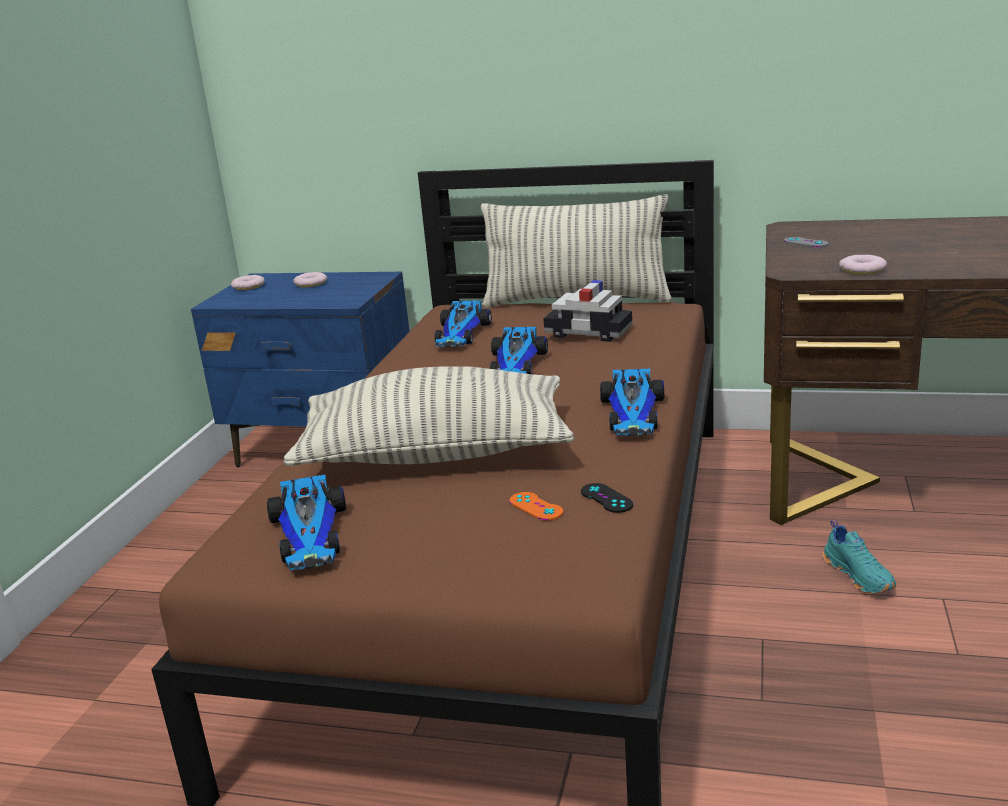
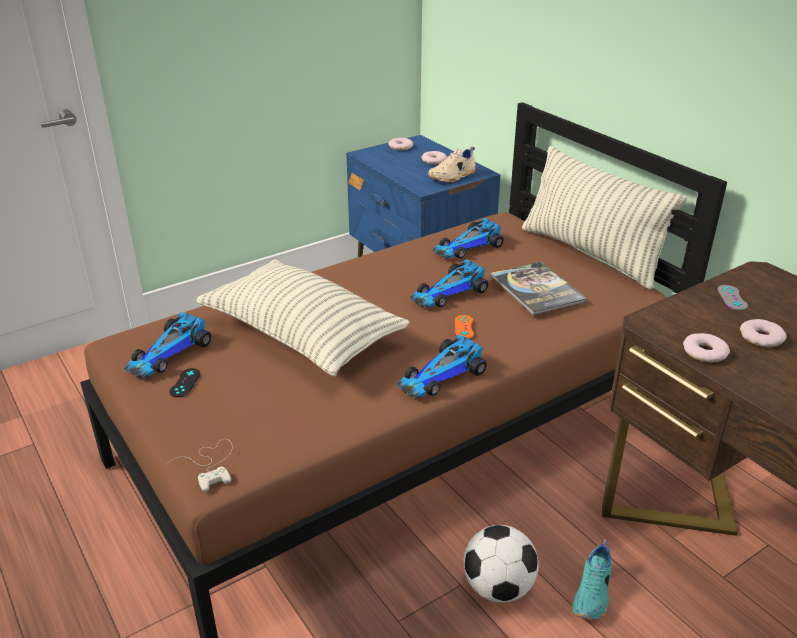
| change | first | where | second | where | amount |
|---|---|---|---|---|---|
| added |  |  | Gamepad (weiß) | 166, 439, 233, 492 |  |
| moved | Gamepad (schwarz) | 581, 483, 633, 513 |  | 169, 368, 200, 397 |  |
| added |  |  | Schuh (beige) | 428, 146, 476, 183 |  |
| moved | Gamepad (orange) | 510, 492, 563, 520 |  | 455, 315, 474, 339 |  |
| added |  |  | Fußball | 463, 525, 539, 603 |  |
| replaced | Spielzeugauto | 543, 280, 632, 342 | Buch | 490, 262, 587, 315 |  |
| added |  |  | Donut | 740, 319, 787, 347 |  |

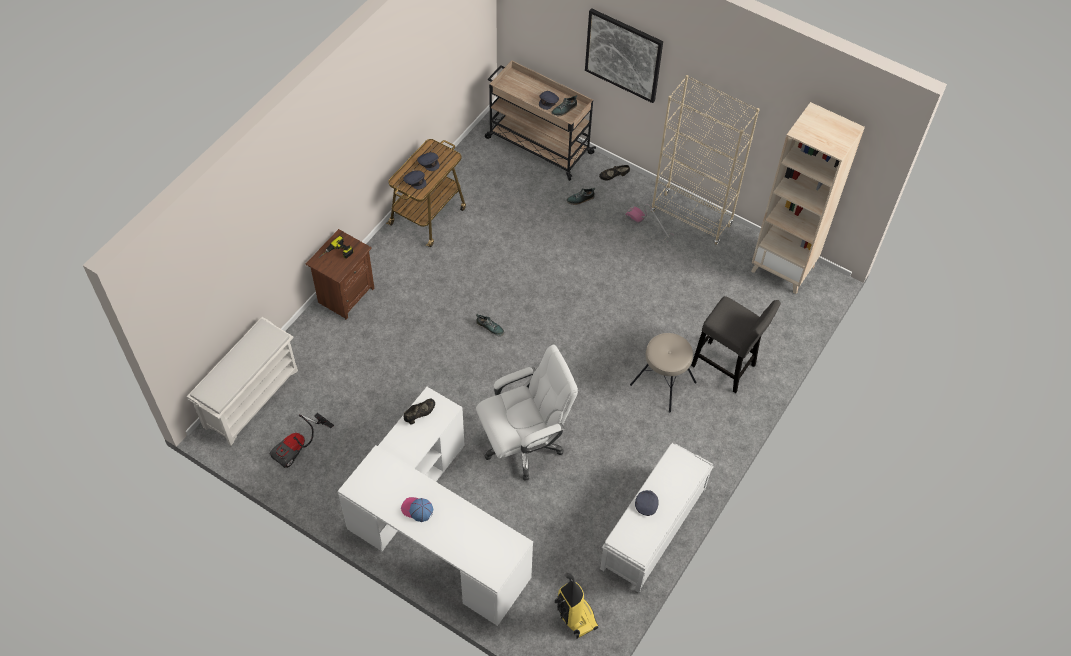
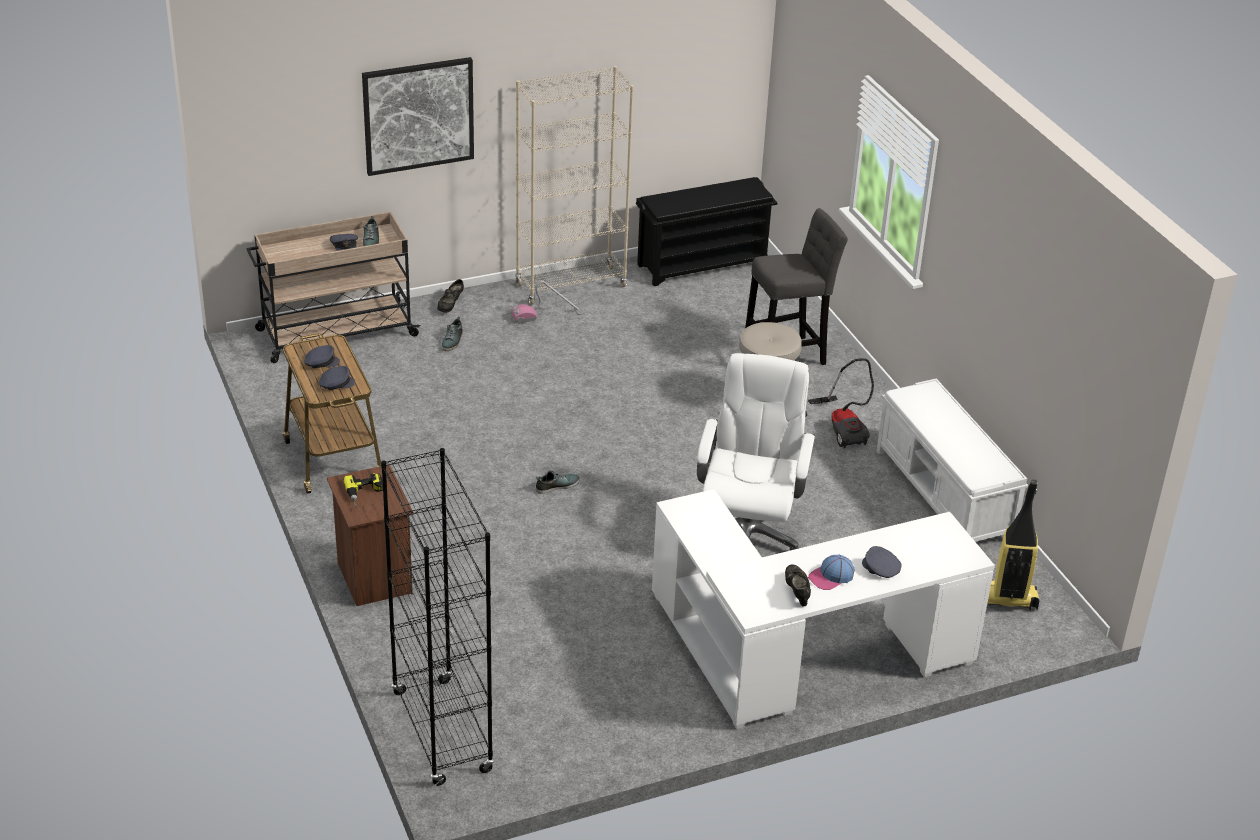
| change | first | where | second | where | amount |
|---|---|---|---|---|---|
| replaced | Schuhregal (weiß) | 187, 317, 298, 446 | Bücherregal (schwarz) | 381, 448, 494, 786 |  |
| replaced | Bücherregal (beige) | 751, 102, 865, 294 | Schuhregal (schwarz) | 636, 177, 777, 286 |  |
| moved | Schuh (schwarz) | 404, 399, 435, 425 |  | 785, 564, 811, 606 |  |
| moved | Staubsauger | 270, 413, 334, 469 |  | 808, 358, 874, 448 |  |
| moved | Kappe (grau) | 635, 490, 659, 516 |  | 862, 546, 902, 578 |  |

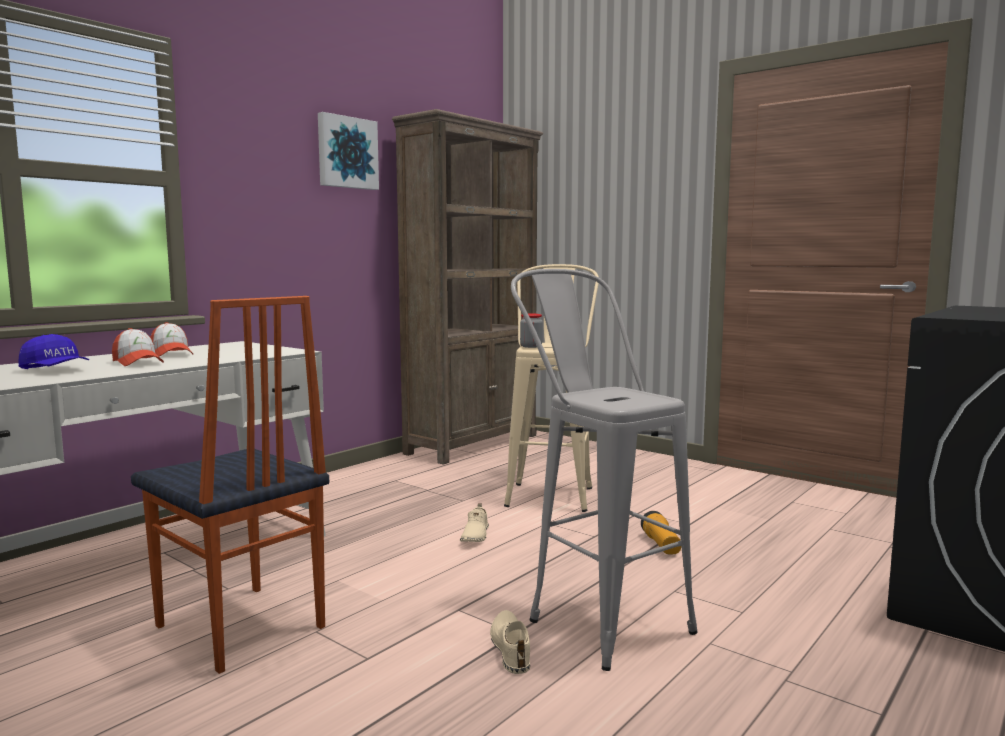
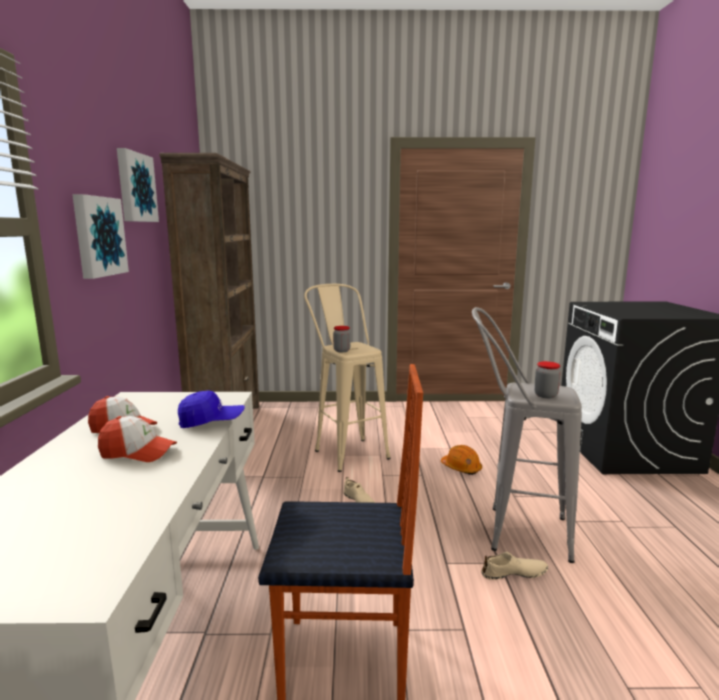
| change | first | where | second | where | amount |
|---|---|---|---|---|---|
| added |  |  | Bild | 72, 194, 129, 279 |  |
| moved | Kappe (blau) | 19, 334, 89, 369 |  | 178, 391, 245, 428 |  |
| replaced | Taschenlampe | 641, 511, 681, 555 | Schutzhelm (orange) | 441, 445, 482, 475 |  |
| turned | Schuh (beige) | 490, 610, 530, 674 |  | 481, 552, 548, 580 | 135 degrees clockwise |
| added |  |  | Vorratsglas | 534, 361, 561, 398 |  |

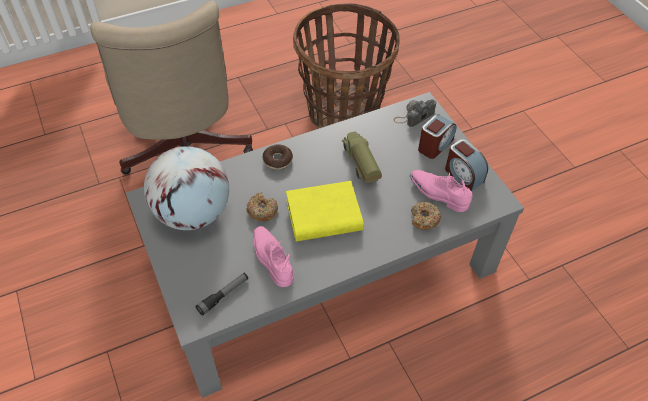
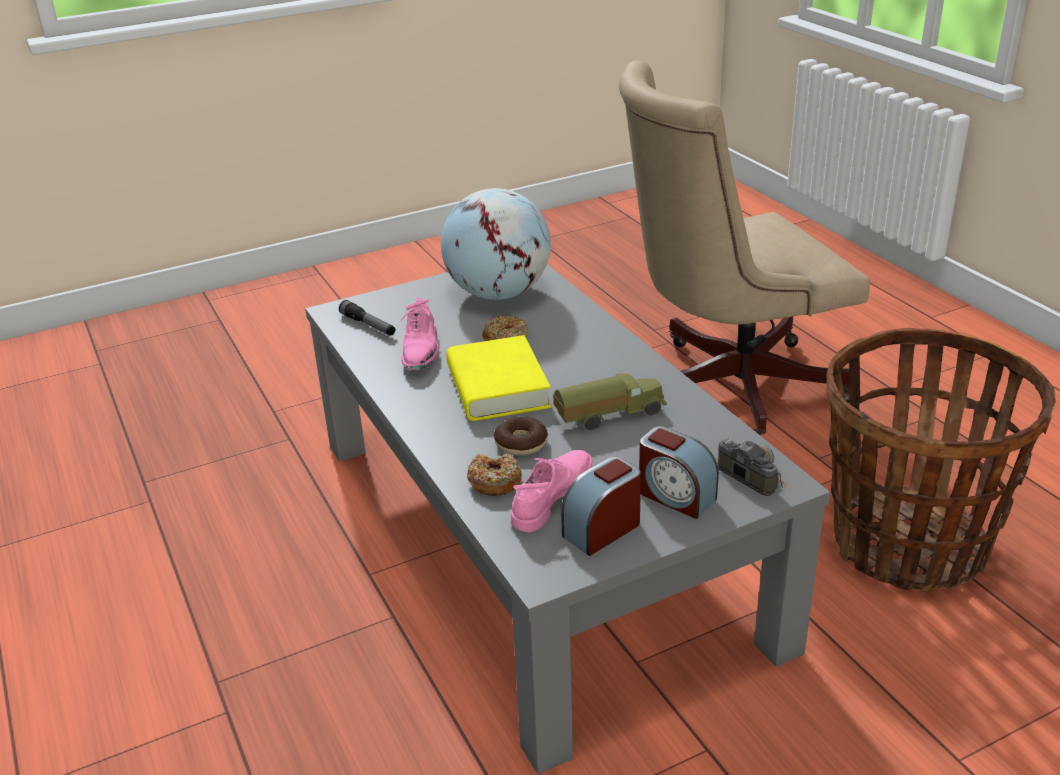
| change | first | where | second | where | amount |
|---|---|---|---|---|---|
| turned | Schuh (rosa) | 253, 226, 293, 287 |  | 401, 297, 439, 371 | 120 degrees clockwise |
| moved | Donut | 263, 144, 293, 170 |  | 494, 416, 548, 455 |  |

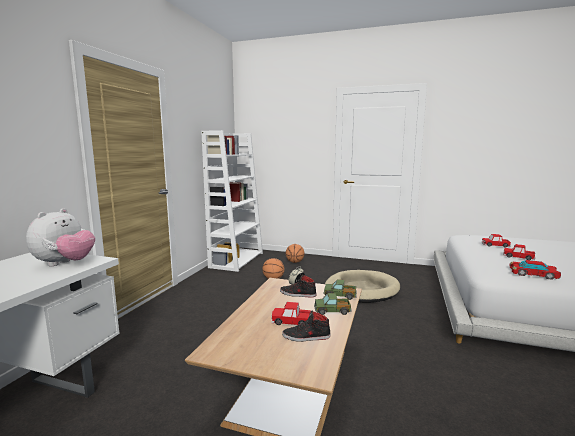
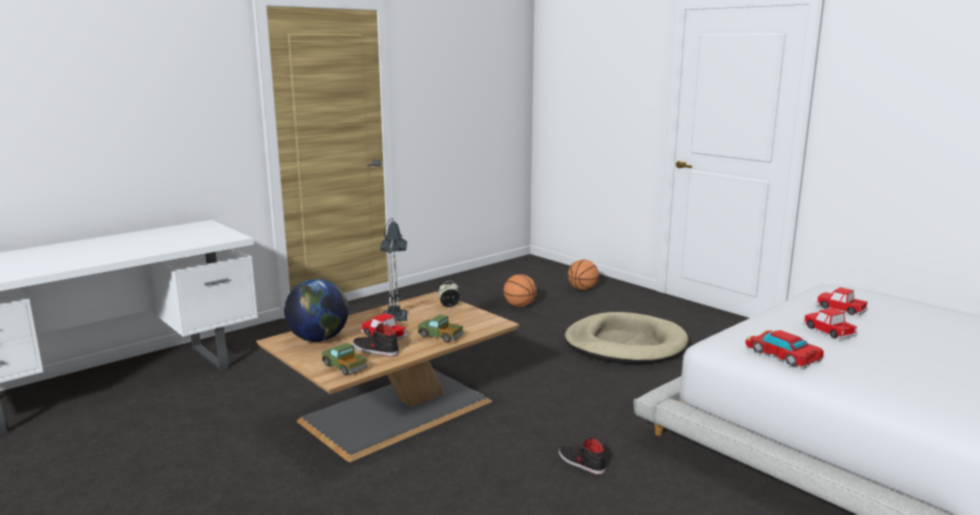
| change | first | where | second | where | amount |
|---|---|---|---|---|---|
| added |  |  | Globus | 284, 279, 349, 342 |  |
| moved | Spielzeuglaster | 323, 279, 357, 300 |  | 322, 343, 367, 375 |  |
| added |  |  | Tischlampe | 380, 218, 408, 321 |  |
| moved | Schuh (schwarz) | 280, 275, 317, 298 |  | 559, 437, 606, 475 |  |
| removed | Plüschtier | 26, 208, 95, 266 |  |  |  |
| removed | Bücherregal (weiß) | 201, 130, 263, 272 |  |  |  |

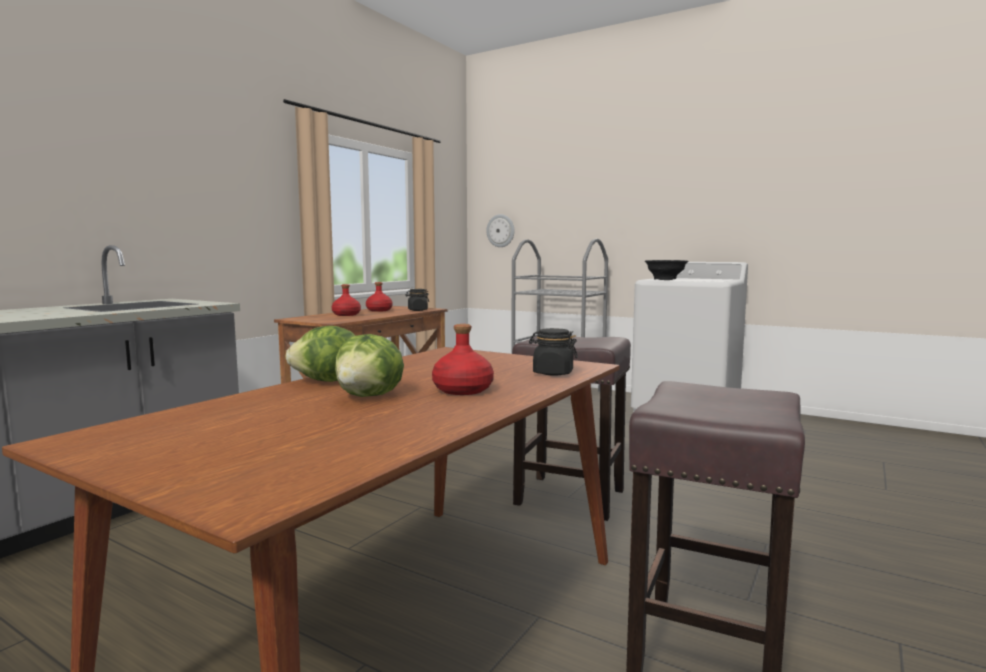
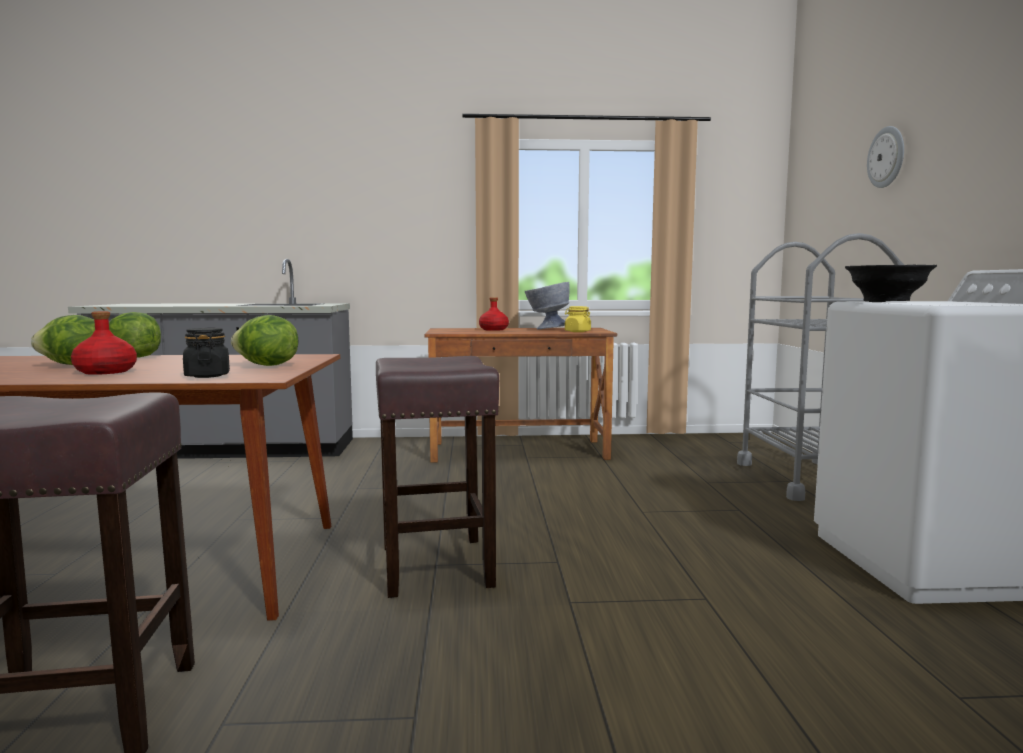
| change | first | where | second | where | amount |
|---|---|---|---|---|---|
| added |  |  | Salatkopf | 231, 315, 298, 366 |  |
| replaced | Flasche (rot) | 366, 282, 393, 312 | Schüssel (grau) | 525, 282, 570, 329 |  |
| recoloured | Vorratsglas (schwarz) | 405, 289, 429, 311 | Vorratsglas (gelb) | 565, 306, 591, 332 |  |
| moved | Wanduhr | 486, 214, 514, 247 |  | 867, 126, 904, 188 |  |

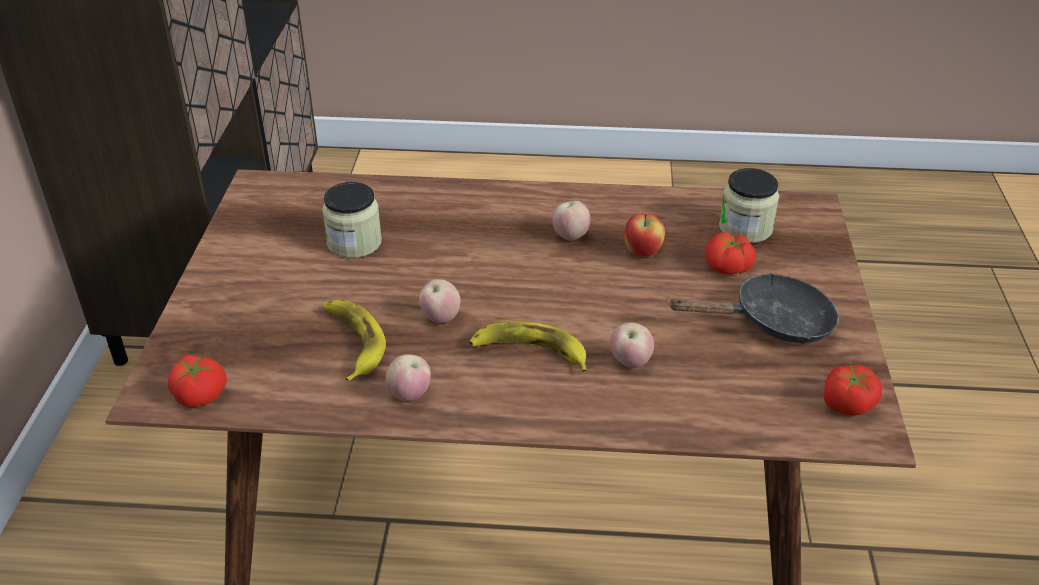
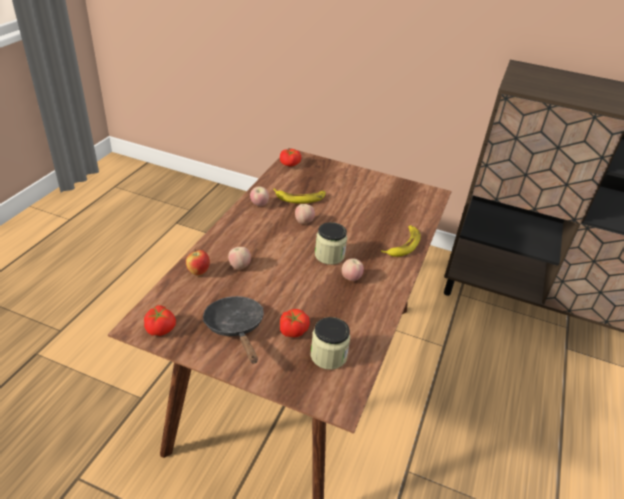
| change | first | where | second | where | amount |
|---|---|---|---|---|---|
| moved | Apfel | 624, 213, 665, 257 |  | 186, 249, 210, 276 |  |
| turned | Pfanne (schwarz) | 668, 273, 839, 343 |  | 203, 296, 264, 364 | 150 degrees clockwise |
| moved | Vorratsglas | 322, 182, 382, 258 |  | 315, 222, 347, 265 |  |
| moved | Banane | 469, 321, 587, 372 |  | 381, 225, 421, 257 |  |

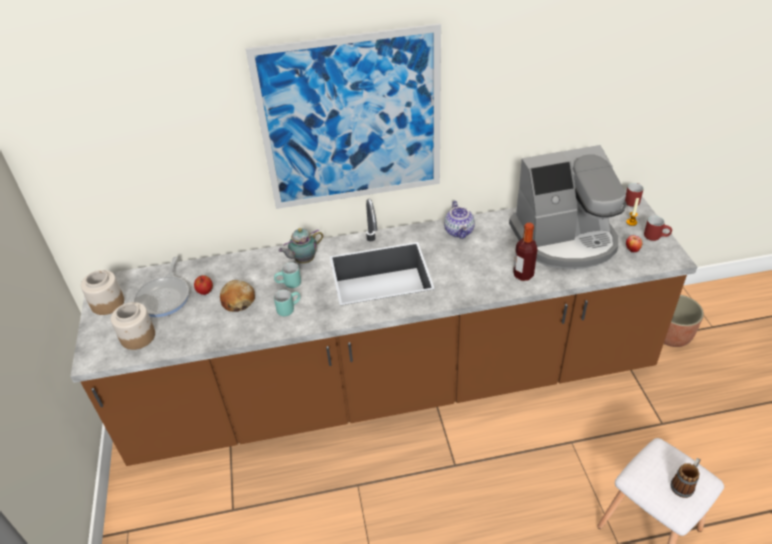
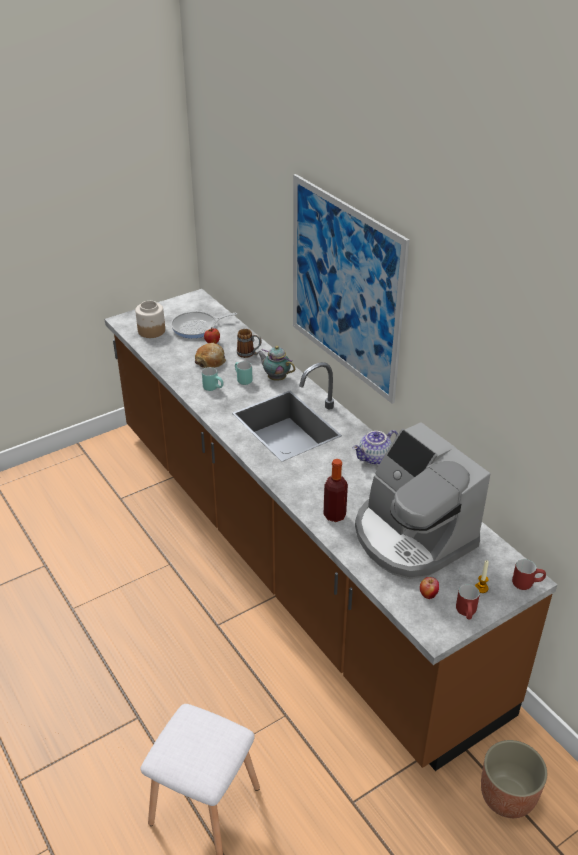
| change | first | where | second | where | amount |
|---|---|---|---|---|---|
| moved | Henkelbecher | 671, 458, 700, 498 |  | 237, 329, 262, 358 |  |
| removed | Vorratsglas | 81, 270, 124, 315 |  |  |  |

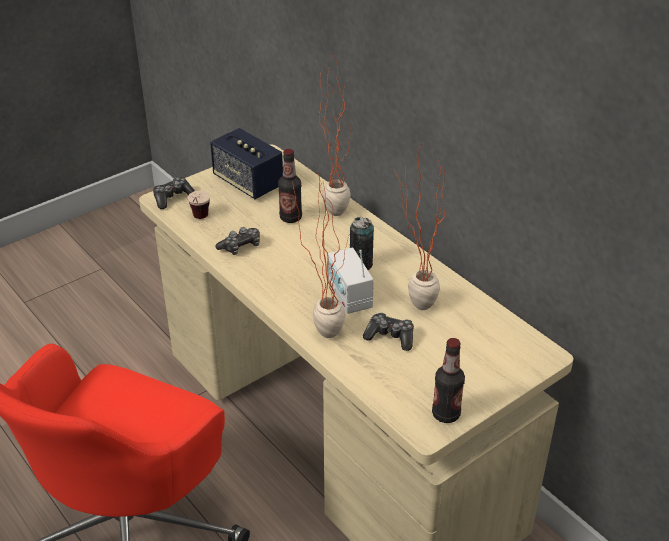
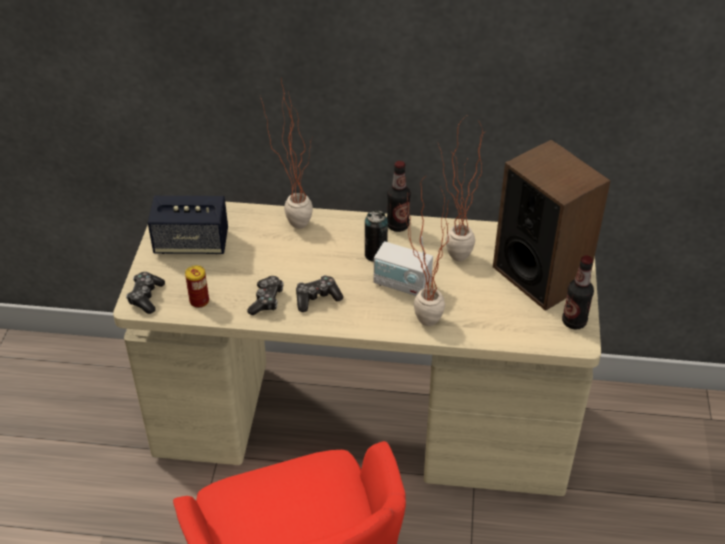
| change | first | where | second | where | amount |
|---|---|---|---|---|---|
| replaced | Tasse | 187, 191, 210, 219 | Dose | 185, 265, 209, 308 |  |
| moved | Gamepad | 363, 313, 414, 351 |  | 296, 275, 343, 312 |  |
| moved | Flasche | 278, 149, 302, 223 |  | 387, 161, 411, 232 |  |
| added |  |  | Lautsprecher | 493, 140, 611, 311 |  |

